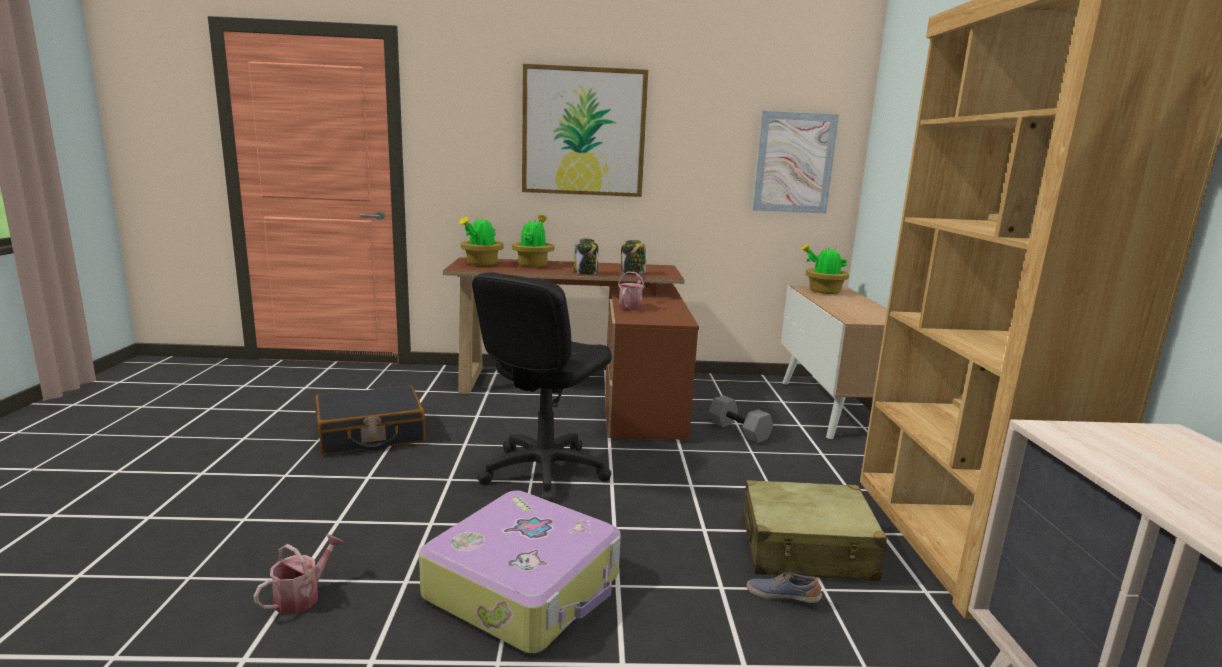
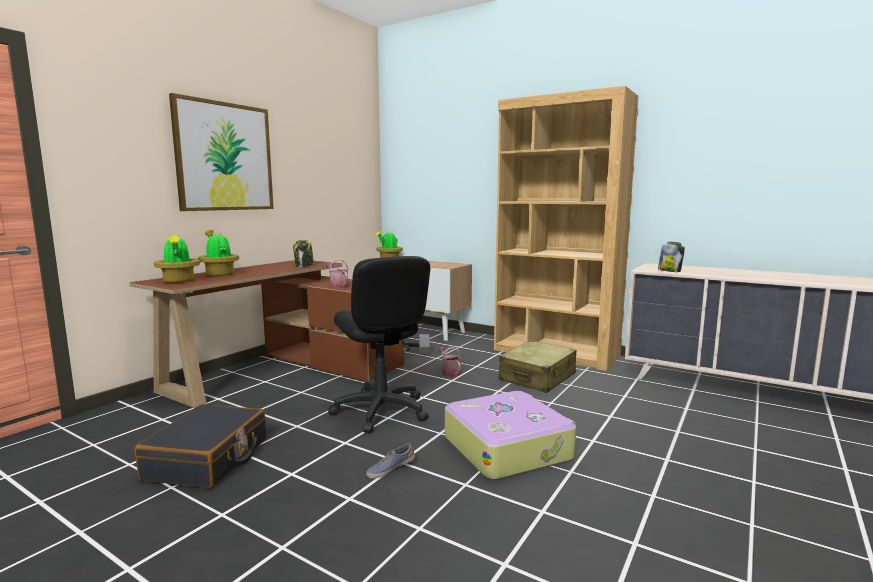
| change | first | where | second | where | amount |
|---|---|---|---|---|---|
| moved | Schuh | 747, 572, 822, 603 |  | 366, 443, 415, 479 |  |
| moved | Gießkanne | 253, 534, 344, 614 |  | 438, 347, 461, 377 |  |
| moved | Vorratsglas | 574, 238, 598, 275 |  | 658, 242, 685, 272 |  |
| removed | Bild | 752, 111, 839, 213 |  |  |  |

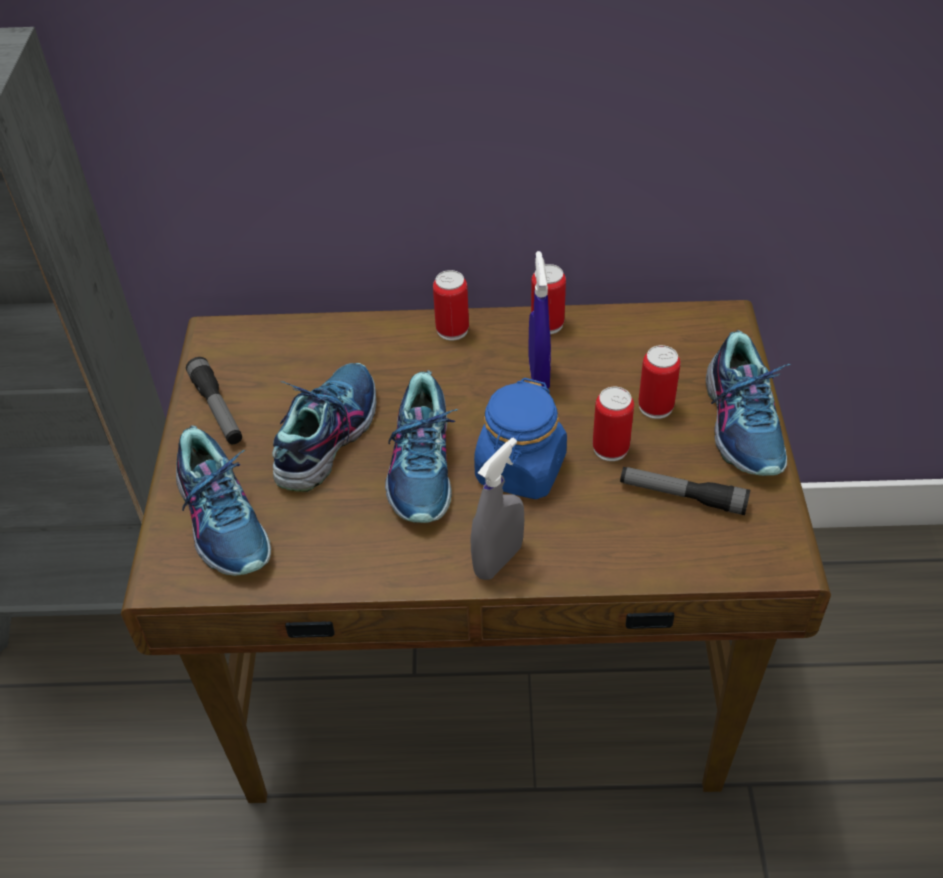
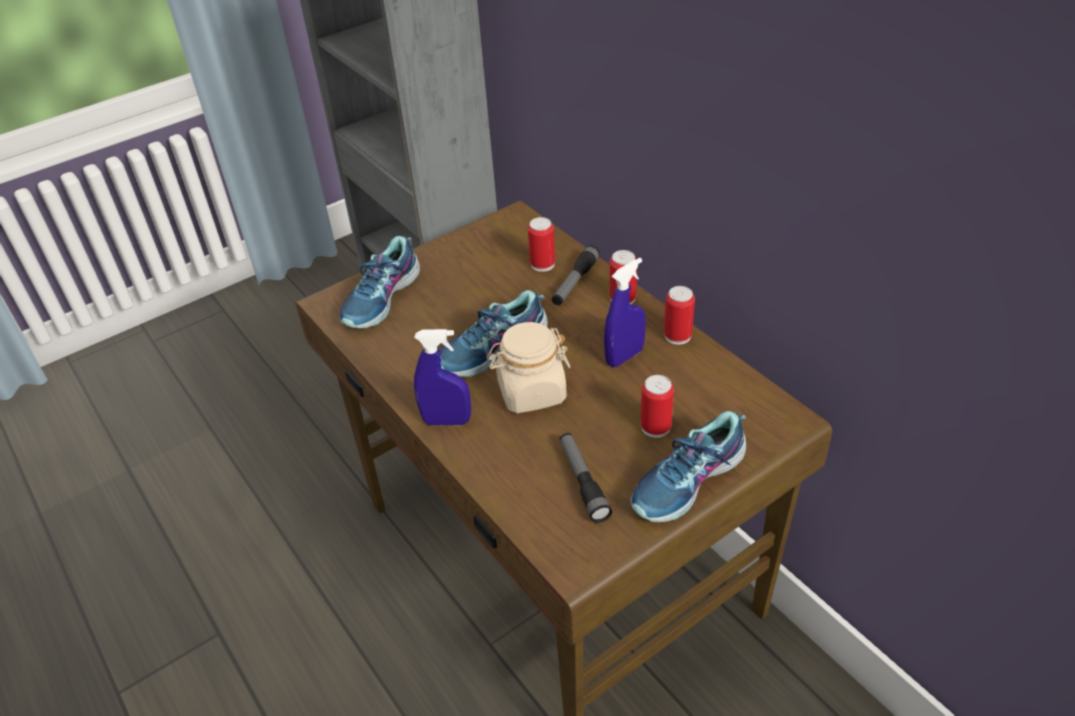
| change | first | where | second | where | amount |
|---|---|---|---|---|---|
| recoloured | Sprühflasche (grau) | 471, 438, 524, 580 | Sprühflasche (blau) | 414, 329, 471, 425 |  |
| recoloured | Vorratsglas (blau) | 474, 378, 567, 499 | Vorratsglas (beige) | 486, 322, 571, 413 |  |
| moved | Dose | 593, 387, 634, 461 |  | 528, 217, 555, 272 |  |
| moved | Taschenlampe | 186, 357, 242, 444 |  | 552, 245, 600, 305 |  |
| removed | Schuh | 272, 363, 376, 492 |  |  |  |

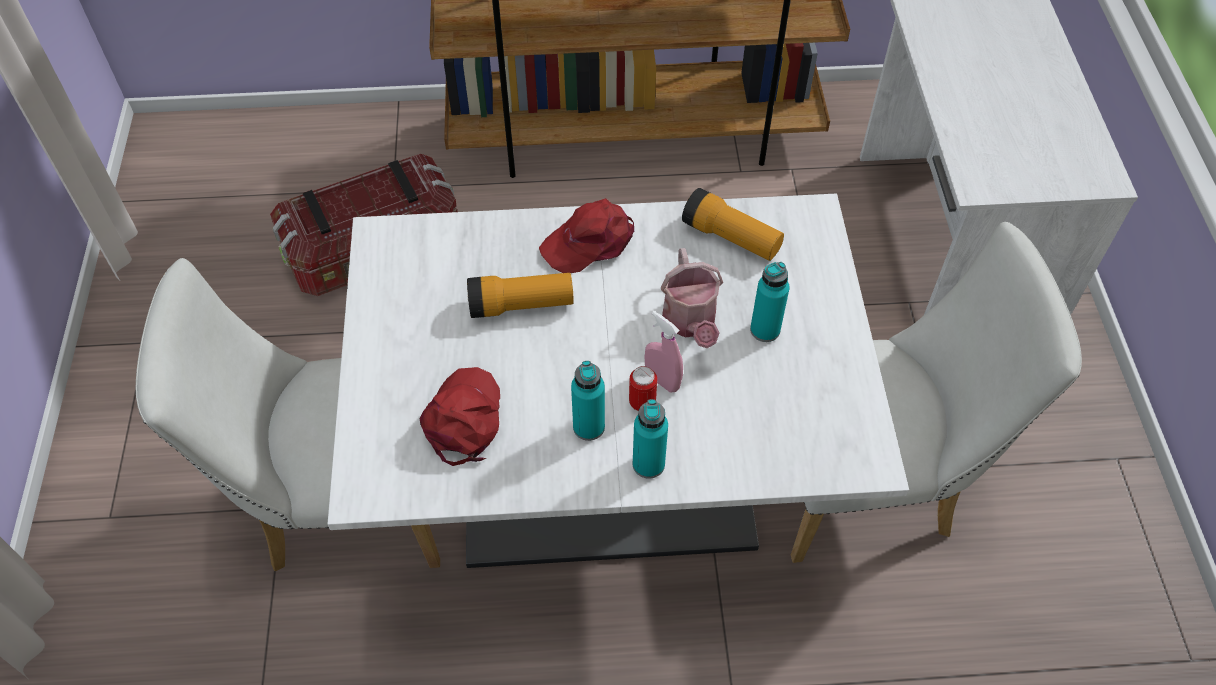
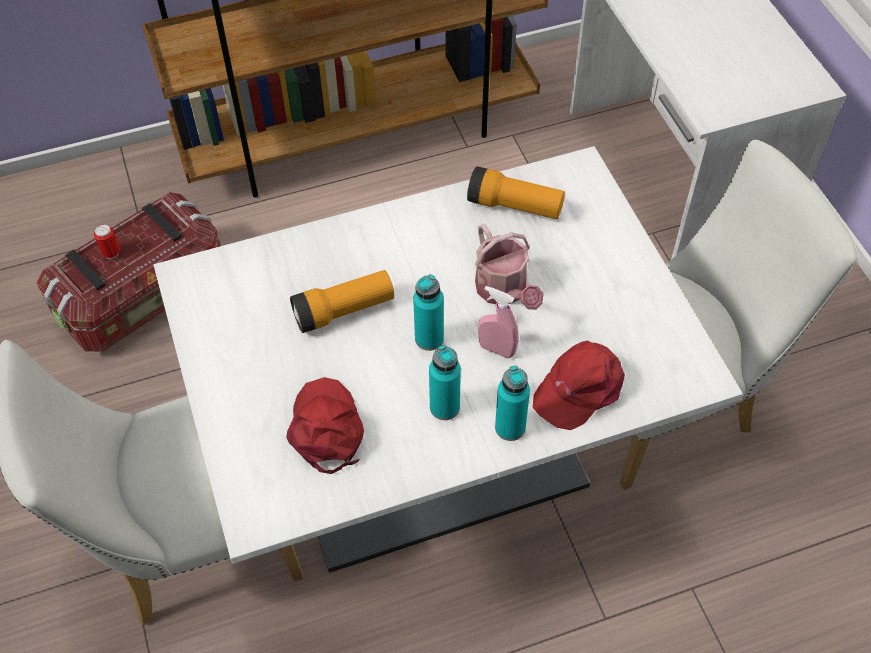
| change | first | where | second | where | amount |
|---|---|---|---|---|---|
| moved | Dose | 629, 366, 657, 411 |  | 94, 224, 120, 259 |  |
| moved | Flasche (türkis) | 750, 262, 790, 342 |  | 413, 274, 444, 351 |  |
| moved | Kappe (rot) | 539, 198, 634, 273 |  | 533, 340, 625, 430 |  |

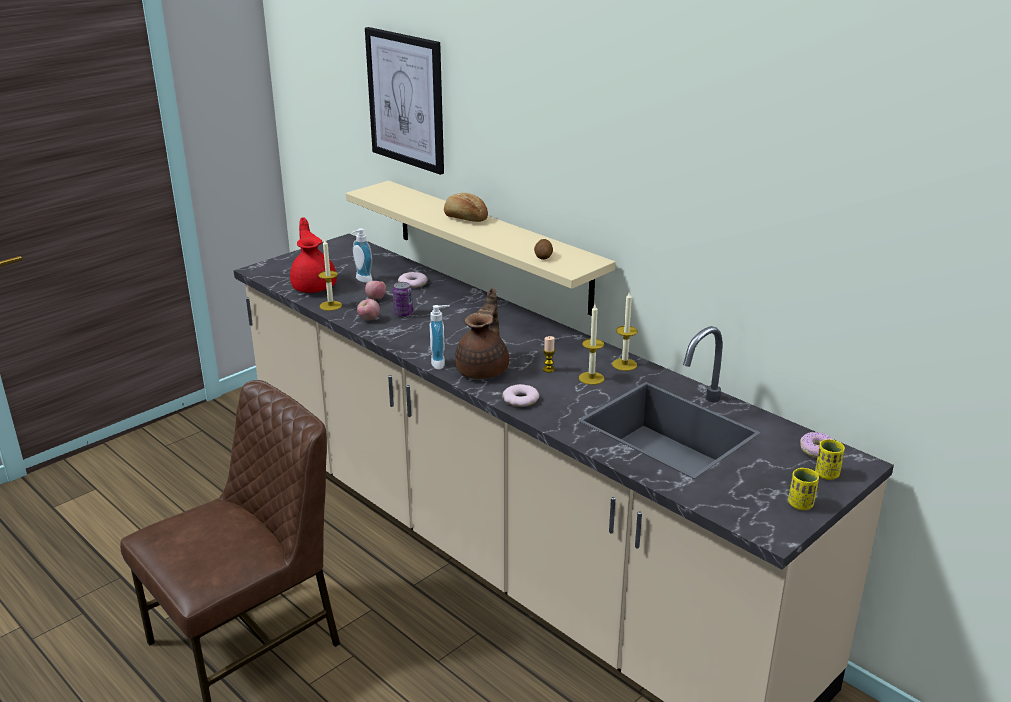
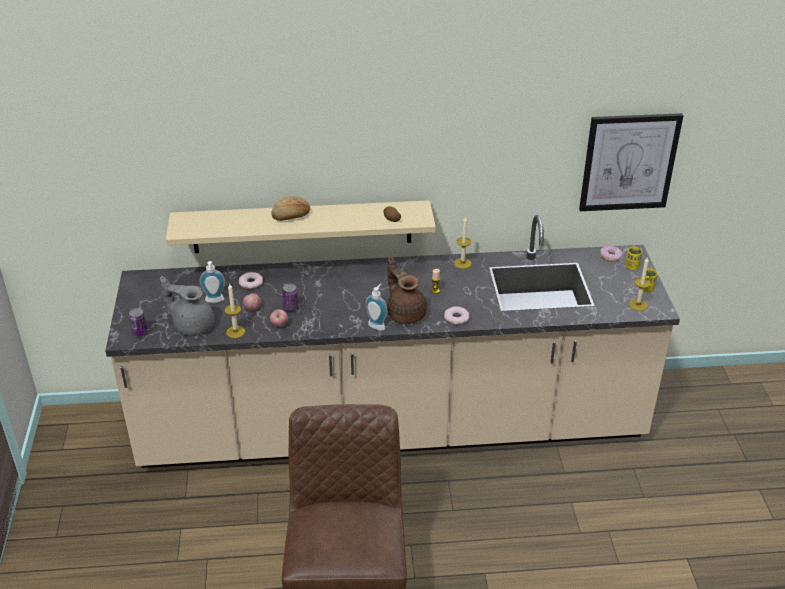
| change | first | where | second | where | amount |
|---|---|---|---|---|---|
| added |  |  | Dose | 129, 308, 148, 337 |  |
| recoloured | Teekanne (rot) | 290, 217, 337, 293 | Teekanne (grau) | 160, 276, 214, 336 |  |
| moved | Bild | 365, 27, 444, 175 |  | 579, 113, 683, 211 |  |
| moved | Kerze | 579, 304, 604, 385 |  | 629, 257, 651, 311 |  |

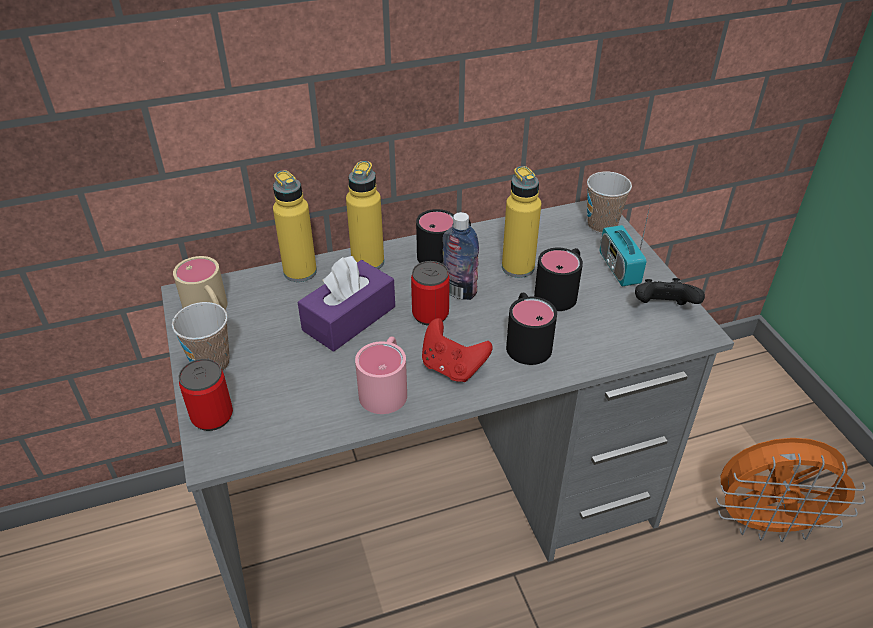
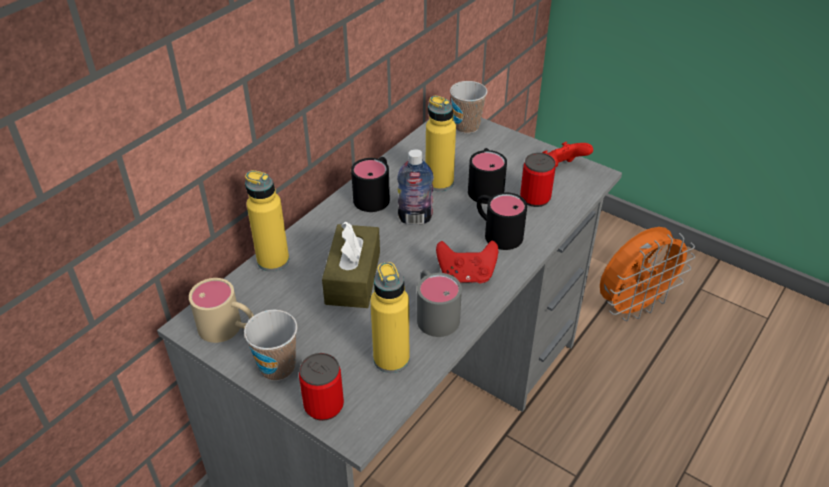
| change | first | where | second | where | amount |
|---|---|---|---|---|---|
| recoloured | Taschentuchbox (lila) | 298, 256, 395, 352 | Taschentuchbox (braun) | 322, 221, 380, 308 |  |
| moved | Flasche (gelb) | 346, 161, 384, 269 |  | 370, 262, 410, 373 |  |
| recoloured | Henkelbecher (rosa) | 355, 336, 407, 414 | Henkelbecher (grau) | 417, 270, 462, 337 |  |
| moved | Dose | 411, 261, 450, 326 |  | 520, 153, 556, 207 |  |
| recoloured | Gamepad (schwarz) | 635, 278, 705, 305 | Gamepad (rot) | 542, 142, 593, 167 |  |
| removed | Radio | 600, 202, 651, 286 |  |  |  |

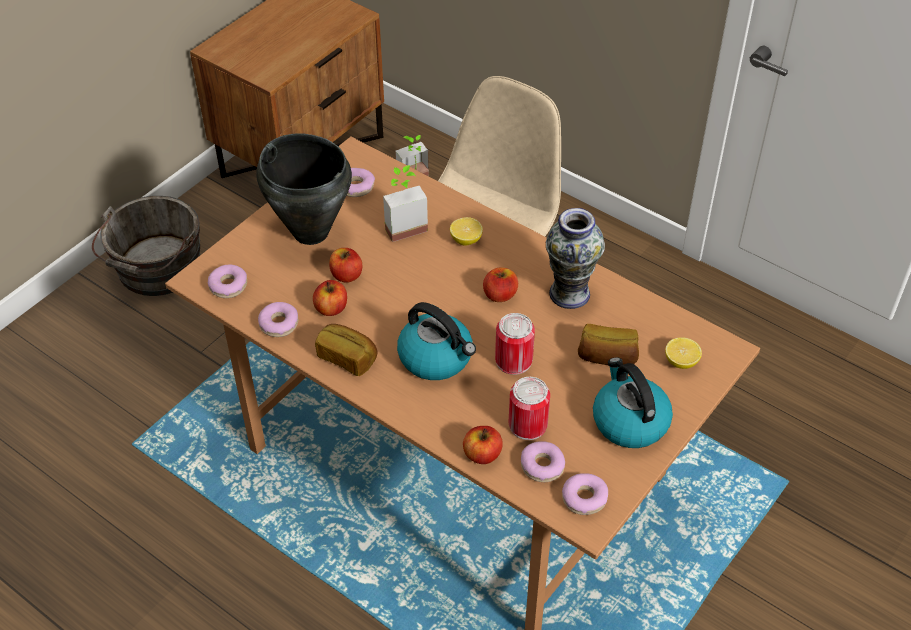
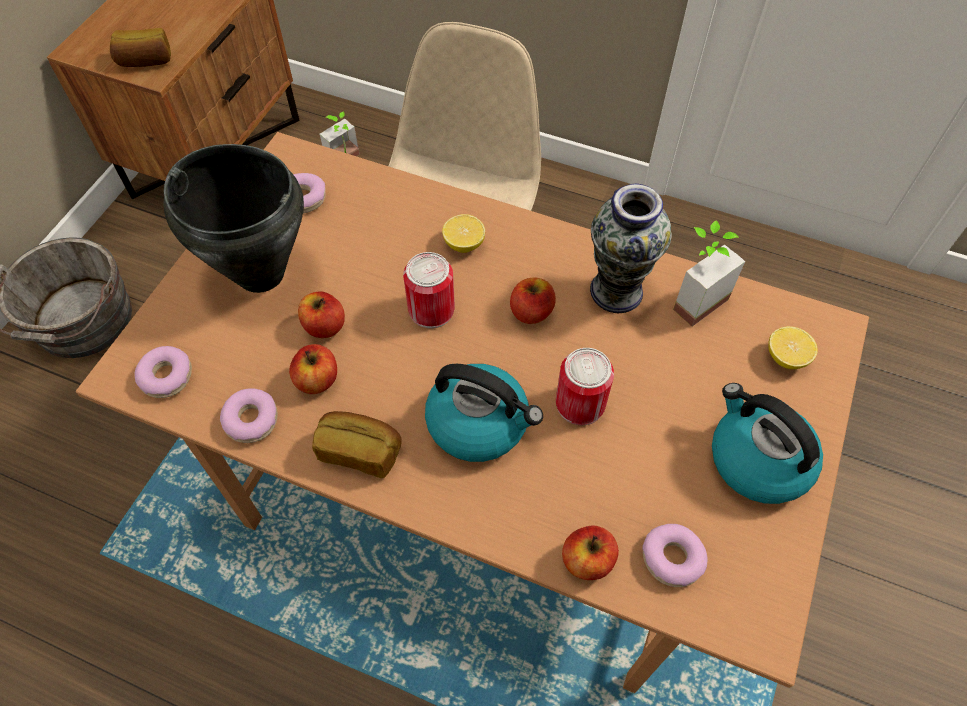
| change | first | where | second | where | amount |
|---|---|---|---|---|---|
| moved | Brot | 578, 324, 639, 365 |  | 110, 28, 171, 67 |  |
| moved | Dose | 509, 377, 550, 440 |  | 403, 252, 455, 328 |  |
| moved | Topfpflanze | 383, 165, 428, 242 |  | 673, 221, 745, 326 |  |
| removed | Donut | 562, 473, 608, 515 |  |  |  |

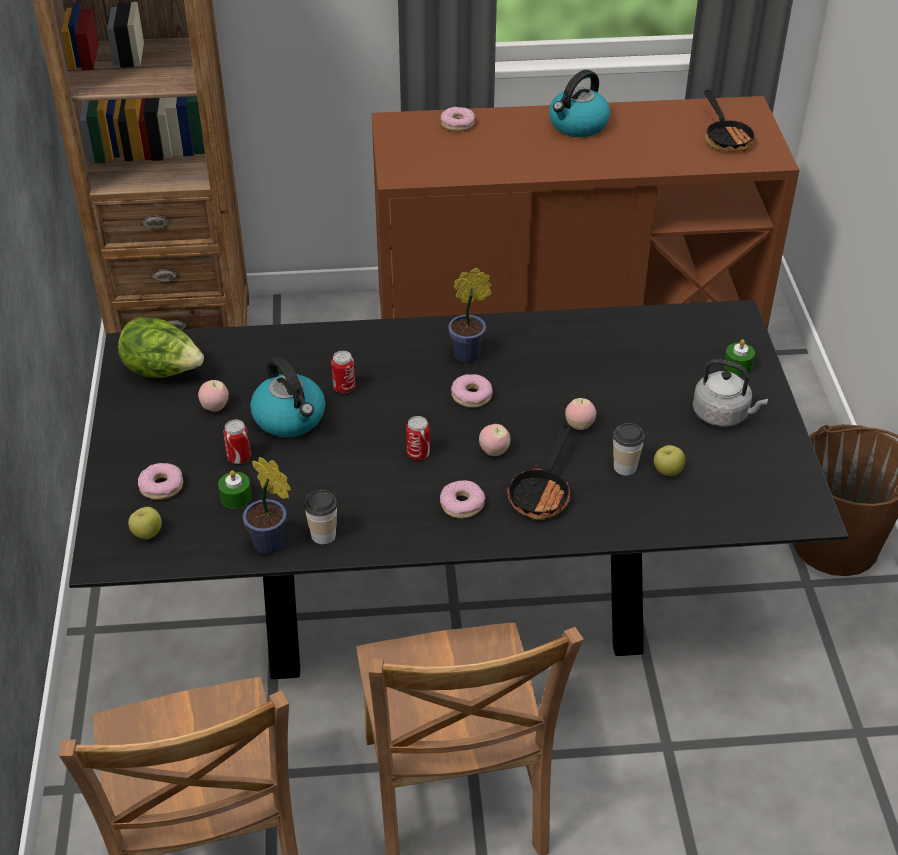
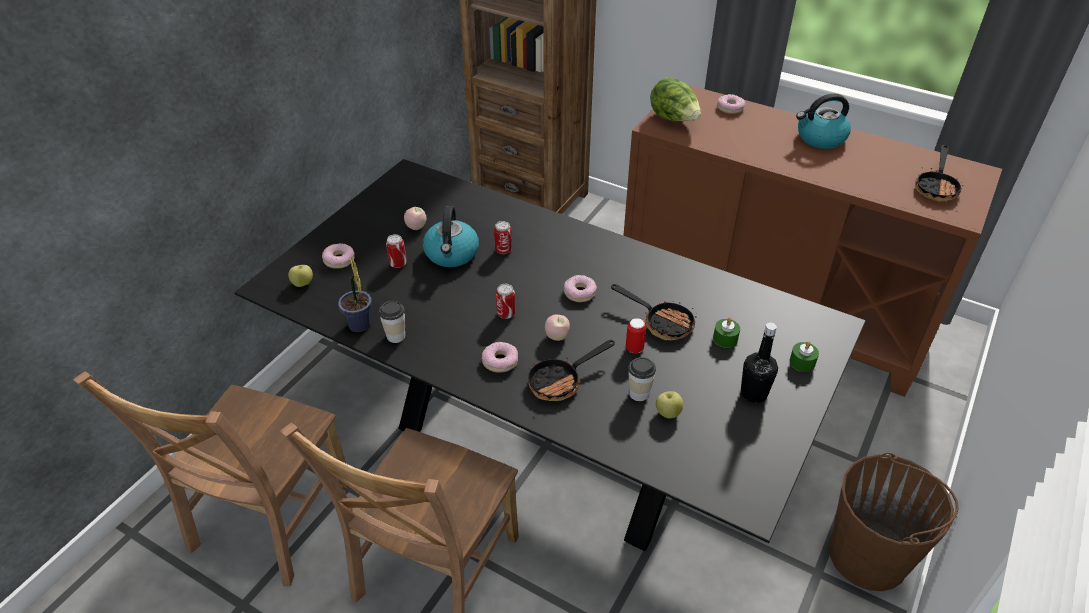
| change | first | where | second | where | amount |
|---|---|---|---|---|---|
| added |  |  | Pfanne | 611, 284, 697, 341 |  |
| replaced | Apfel | 565, 398, 596, 430 | Dose | 626, 318, 646, 353 |  |
| moved | Salatkopf | 118, 317, 204, 378 |  | 650, 77, 701, 122 |  |
| moved | Kerze (grün) | 218, 470, 252, 509 |  | 713, 317, 740, 348 |  |
| replaced | Wasserkessel (grau) | 693, 359, 768, 427 | Flasche (schwarz) | 741, 323, 778, 403 |  |
| removed | Topfpflanze | 448, 268, 492, 363 |  |  |  |

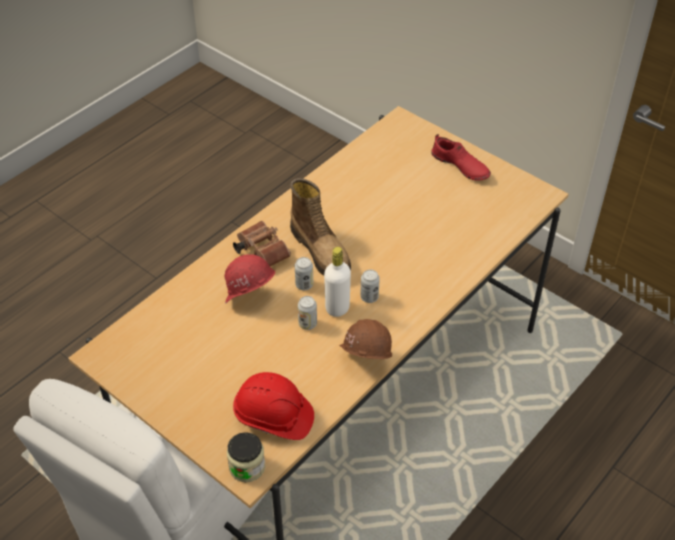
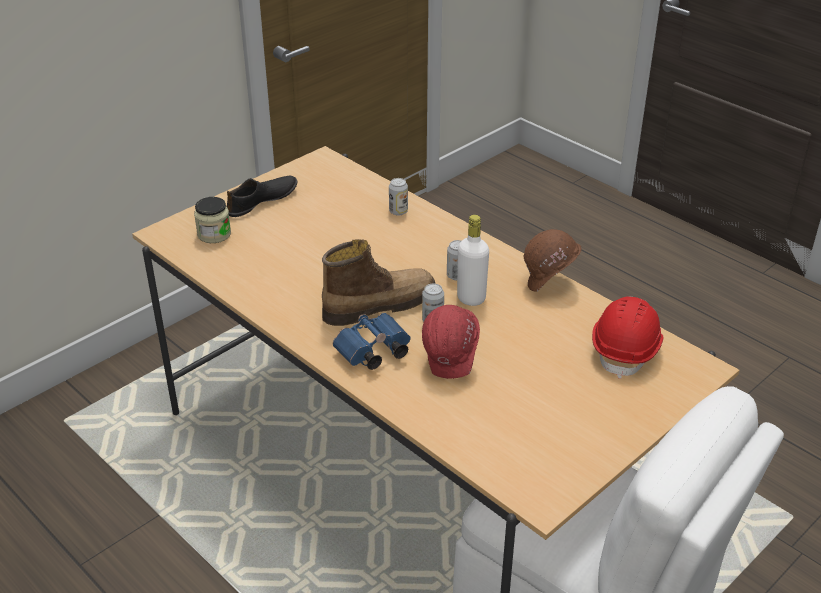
| change | first | where | second | where | amount |
|---|---|---|---|---|---|
| moved | Vorratsglas | 227, 432, 265, 482 |  | 194, 197, 231, 243 |  |
| recoloured | Schuh (rot) | 431, 134, 491, 181 | Schuh (schwarz) | 227, 176, 297, 217 |  |
| recoloured | Fernglas (braun) | 233, 221, 291, 266 | Fernglas (blau) | 333, 313, 411, 370 |  |
| moved | Dose | 298, 296, 317, 330 |  | 389, 178, 408, 215 |  |

